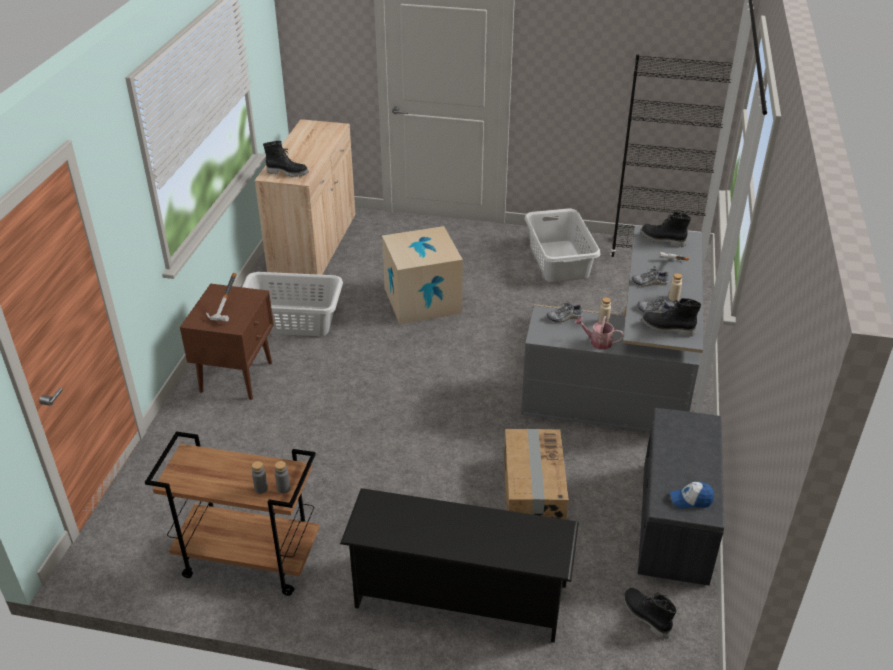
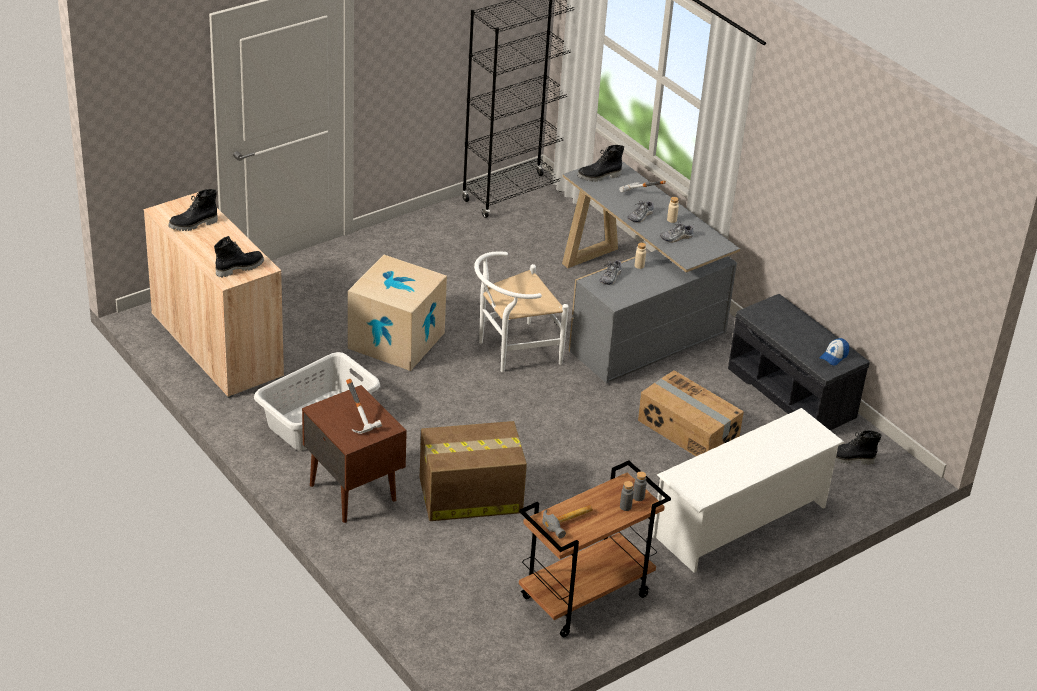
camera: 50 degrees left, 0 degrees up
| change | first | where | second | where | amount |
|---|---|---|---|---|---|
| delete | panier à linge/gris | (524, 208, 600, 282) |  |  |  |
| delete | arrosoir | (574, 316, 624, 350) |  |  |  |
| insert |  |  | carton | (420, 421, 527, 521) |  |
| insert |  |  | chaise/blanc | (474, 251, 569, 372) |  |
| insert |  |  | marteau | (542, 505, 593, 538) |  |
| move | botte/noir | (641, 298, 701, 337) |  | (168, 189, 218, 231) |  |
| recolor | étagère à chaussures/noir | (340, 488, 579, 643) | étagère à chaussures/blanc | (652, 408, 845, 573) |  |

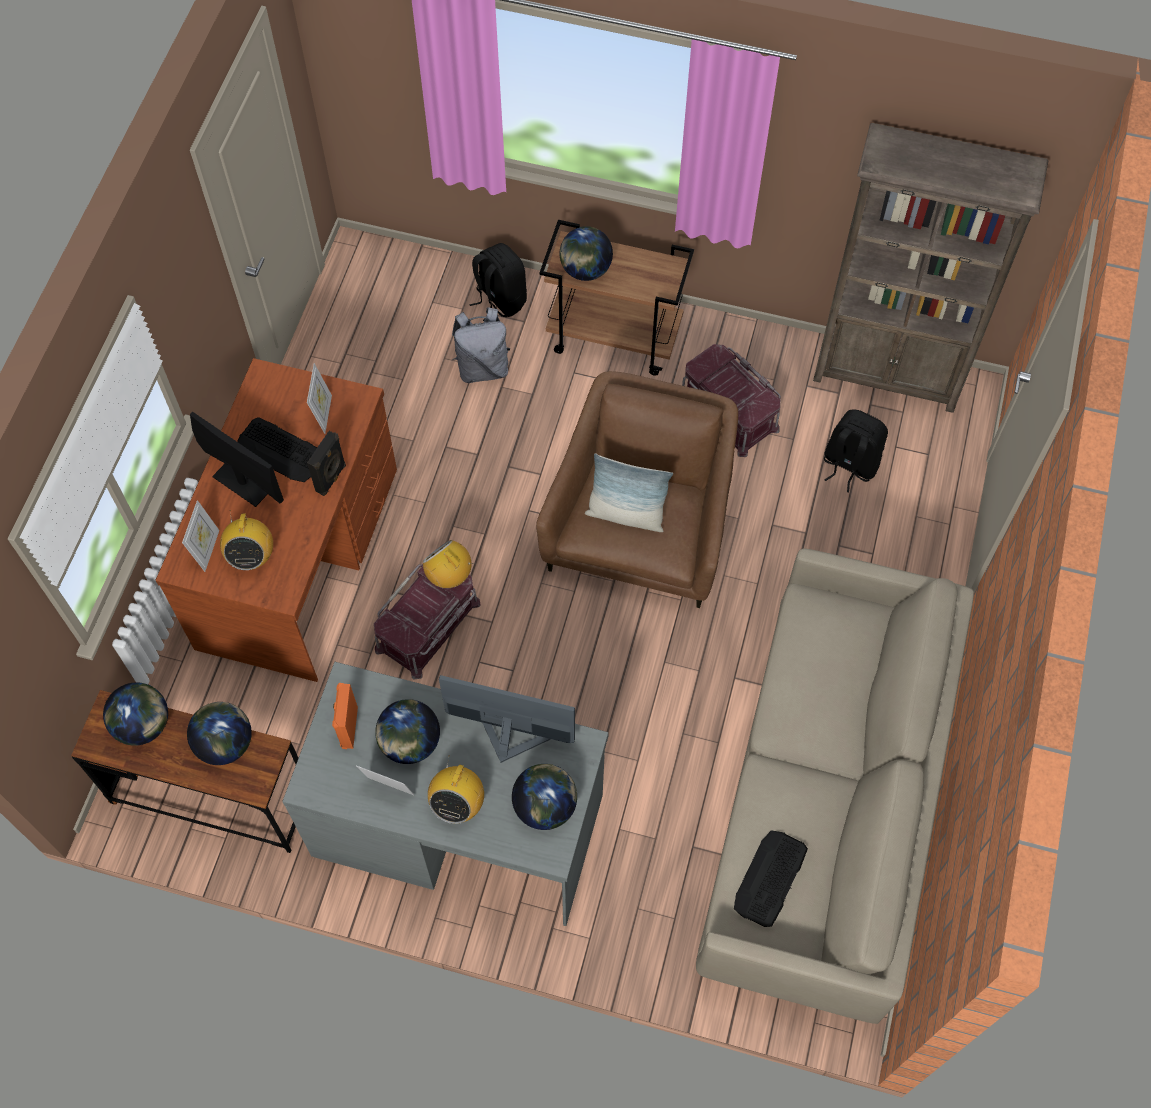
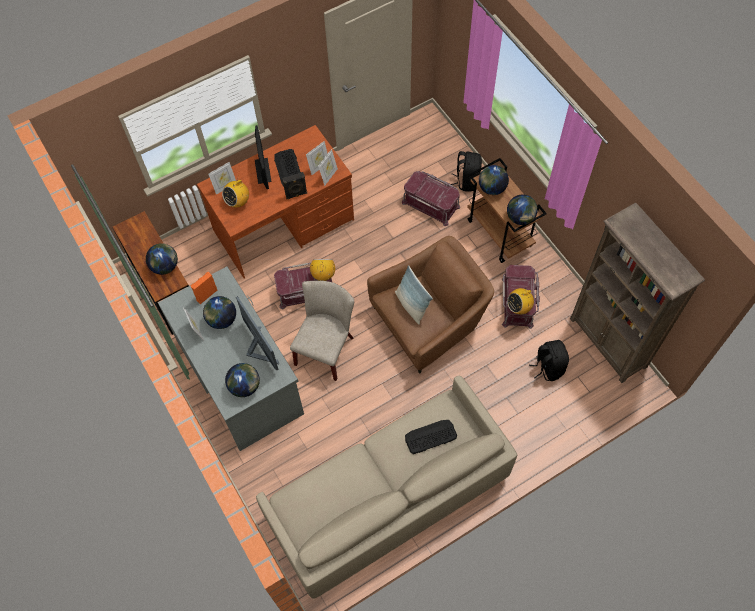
camera: 45 degrees right, 0 degrees up
| change | first | where | second | where | amount |
|---|---|---|---|---|---|
| insert |  |  | chaise/beige | (290, 281, 354, 381) |  |
| insert |  |  | cadre photo | (318, 149, 338, 186) |  |
| move | globe | (103, 682, 168, 746) |  | (507, 194, 538, 225) |  |
| move | radio | (428, 758, 484, 824) |  | (507, 286, 534, 314) |  |
| move | clavier | (734, 830, 808, 927) |  | (405, 420, 457, 454) |  |
| replace | sac à dos/gris | (452, 307, 510, 383) | boîte de rangement/rouge | (402, 171, 460, 226) |  |

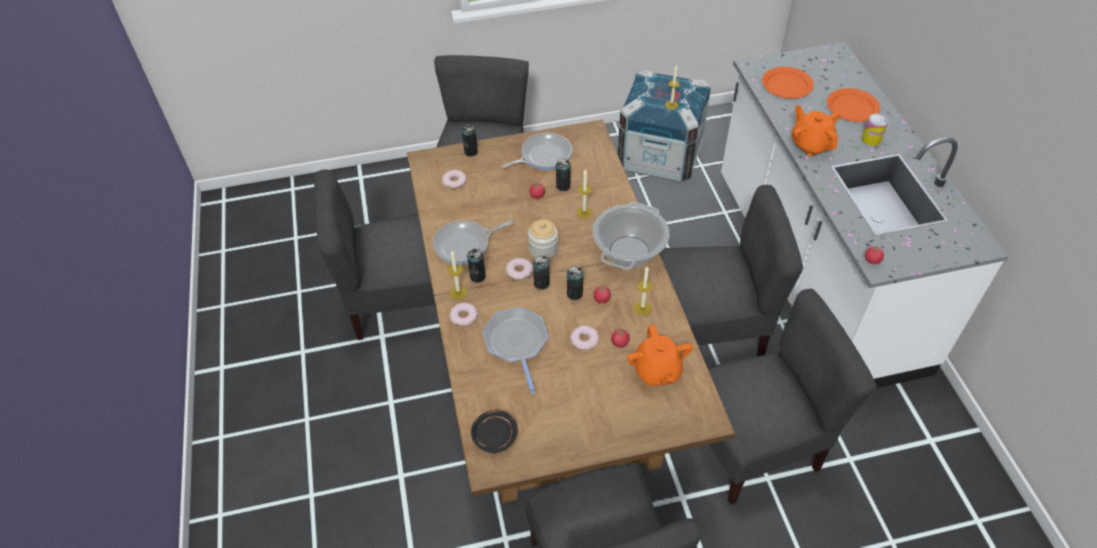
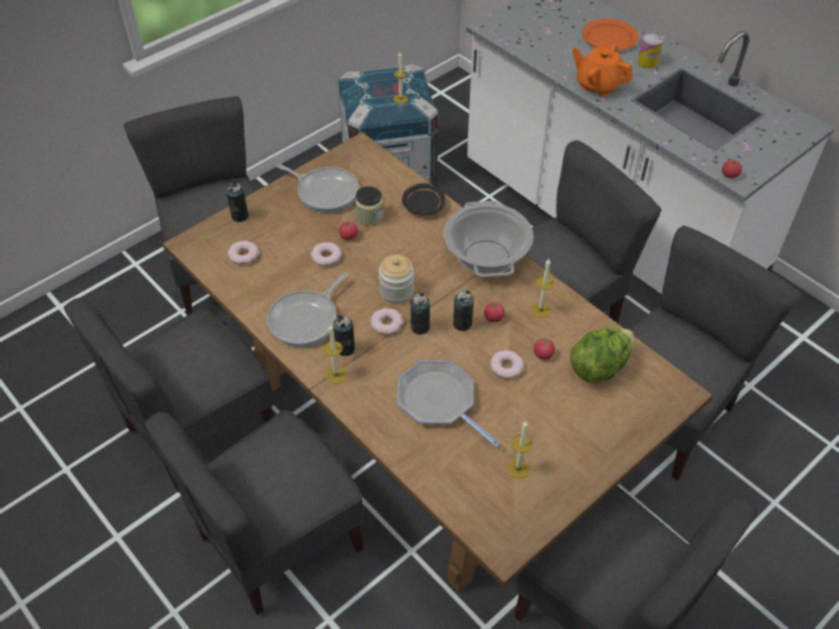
camera: 30 degrees left, 0 degrees up
| change | first | where | second | where | amount |
|---|---|---|---|---|---|
| delete | assiette/orange | (762, 67, 814, 99) |  |  |  |
| insert |  |  | chaise/gris | (144, 410, 364, 616) |  |
| move | beignet | (449, 303, 478, 326) |  | (310, 242, 342, 266) |  |
| move | assiette/noir | (471, 410, 518, 453) |  | (402, 183, 446, 215) |  |
| move | bougie | (576, 169, 592, 219) |  | (507, 421, 532, 479) |  |
| replace | boîte métallique | (556, 158, 571, 191) | bocal | (355, 186, 384, 226) |  |
| replace | théière/orange | (627, 325, 693, 386) | laitue | (570, 328, 634, 383) |  |
| rotate | poêle | (501, 133, 572, 170) |  | (276, 164, 359, 213) | 90 degrees clockwise |

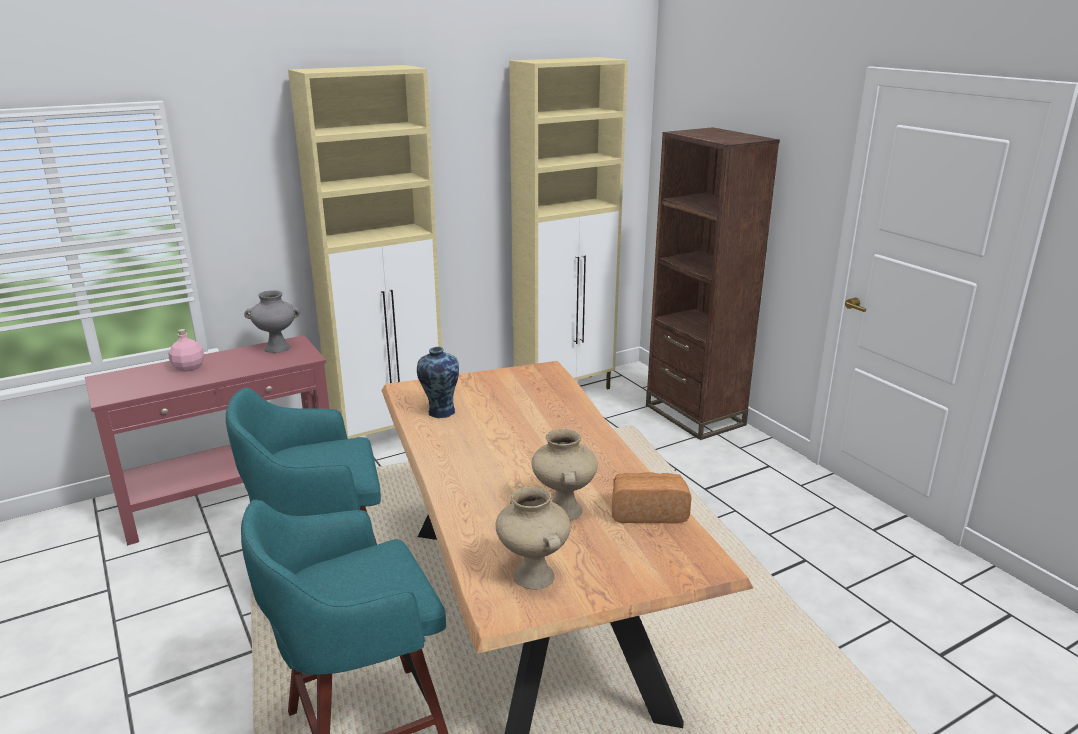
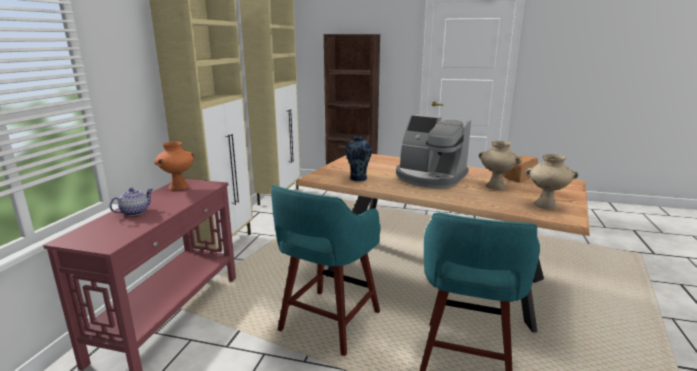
camera: 45 degrees left, 5 degrees down
| change | first | where | second | where | amount |
|---|---|---|---|---|---|
| insert |  |  | machine à café | (396, 114, 471, 188) |  |
| replace | bouteille/rose | (168, 329, 204, 372) | théière | (109, 188, 153, 216) |  |
| recolor | vase/gris | (244, 290, 300, 353) | vase/orange | (154, 142, 194, 190) |  |

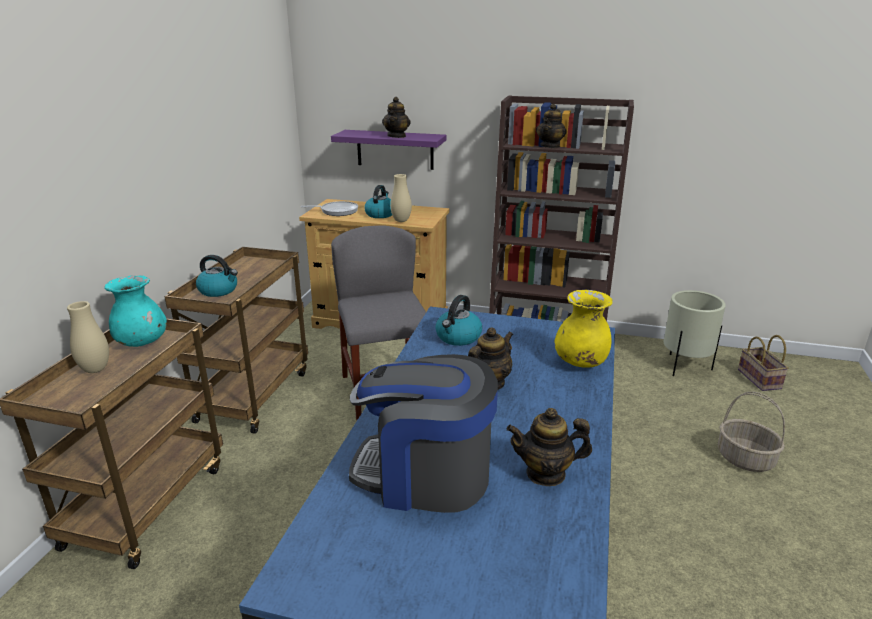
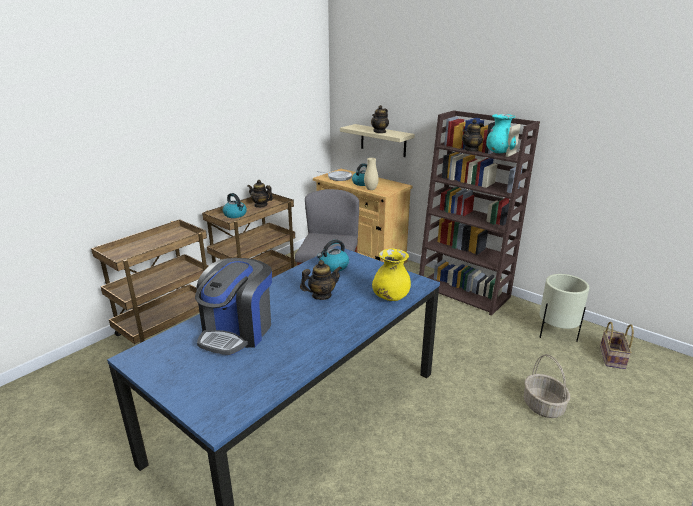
camera: 25 degrees right, 0 degrees up
| change | first | where | second | where | amount |
|---|---|---|---|---|---|
| delete | vase/beige | (67, 301, 109, 373) |  |  |  |
| move | vase/turquoise | (105, 275, 167, 347) |  | (486, 114, 516, 153) |  |
| move | théière | (507, 408, 592, 486) |  | (247, 180, 273, 208) |  |
| recolor | étagère/violet | (331, 130, 446, 170) | étagère/beige | (340, 124, 415, 157) |  |
| rotate | machine à café | (349, 354, 498, 513) |  | (195, 258, 272, 355) | 105 degrees counterclockwise |

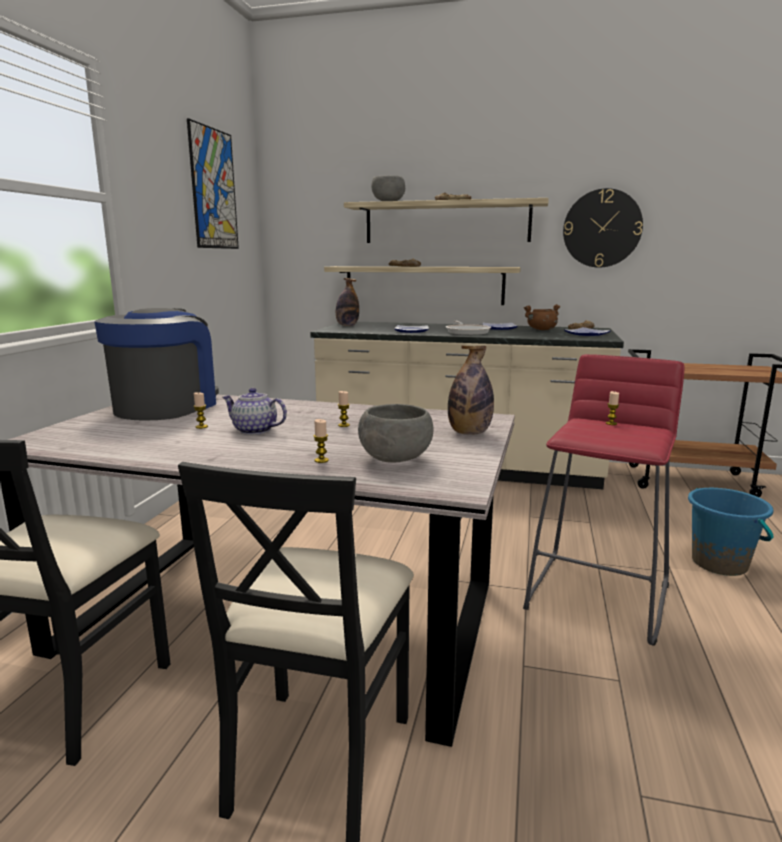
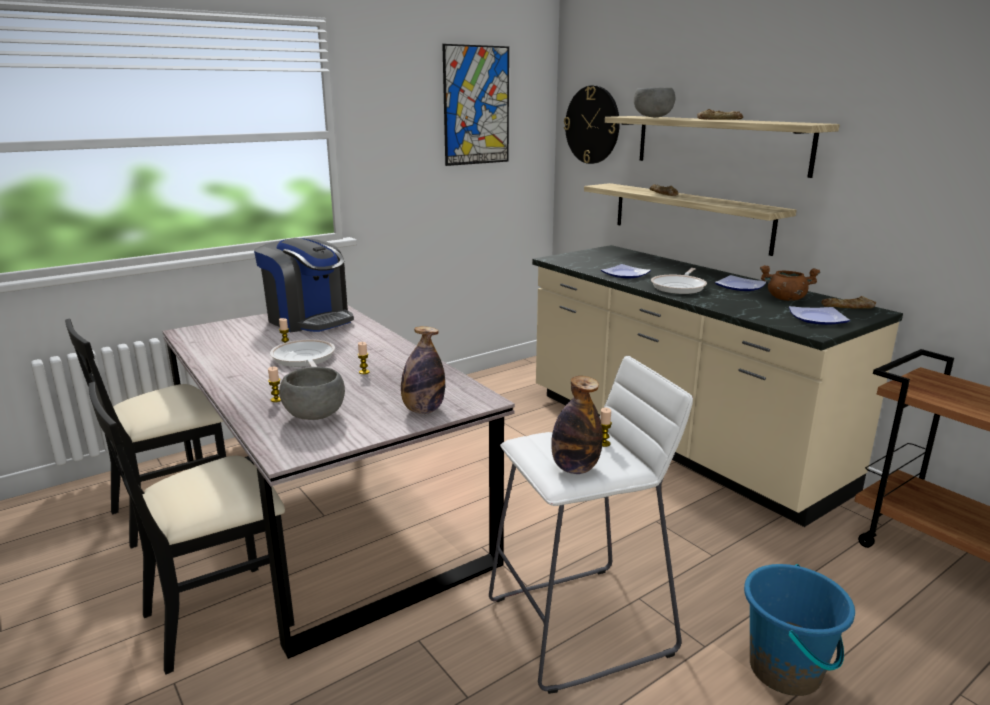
camera: 40 degrees right, 5 degrees up
| change | first | where | second | where | amount |
|---|---|---|---|---|---|
| move | bouteille | (336, 278, 359, 326) |  | (551, 376, 603, 474) |  |
| move | horloge murale | (563, 188, 643, 267) |  | (564, 85, 620, 164) |  |
| replace | théière | (222, 388, 287, 435) | poêle | (270, 339, 335, 367) |  |
| recolor | tabouret/rouge | (523, 354, 684, 646) | tabouret/blanc | (489, 356, 693, 694) |  |
| rotate | machine à café | (94, 308, 219, 421) |  | (254, 238, 354, 332) | 75 degrees clockwise |

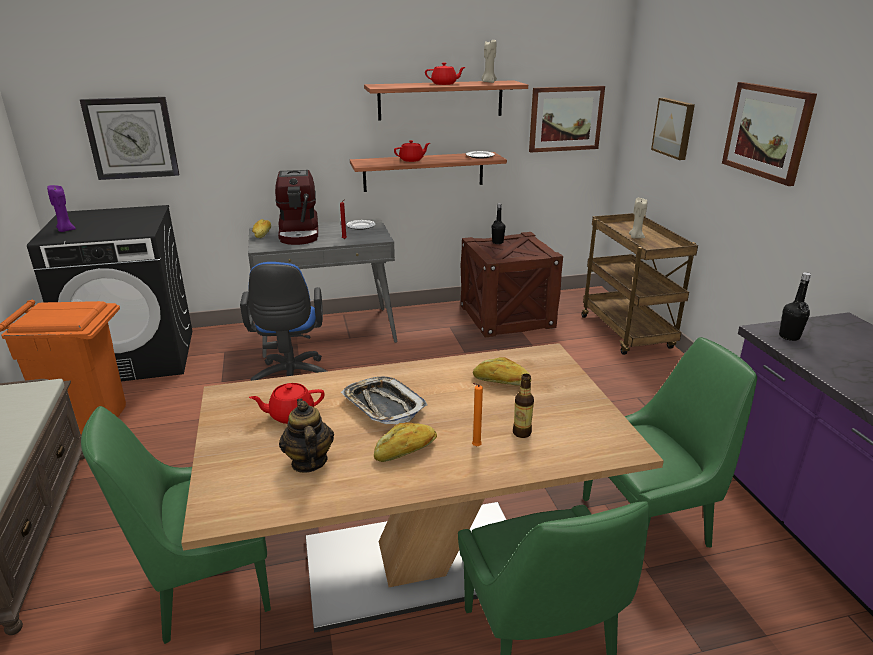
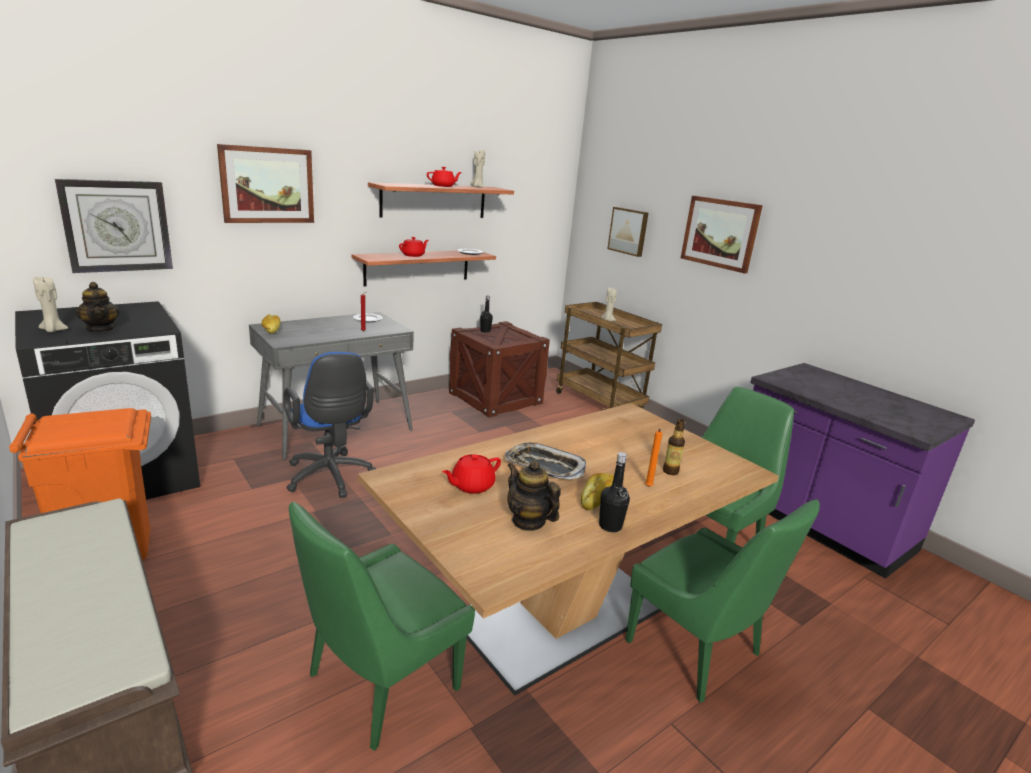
camera: 25 degrees left, 5 degrees down
| change | first | where | second | where | amount |
|---|---|---|---|---|---|
| delete | machine à café | (275, 170, 318, 245) |  |  |  |
| delete | pain | (473, 357, 531, 386) |  |  |  |
| insert |  |  | théière | (76, 282, 120, 332) |  |
| move | tableau | (529, 86, 605, 152) |  | (217, 144, 314, 223) |  |
| move | bouteille/noir | (779, 272, 811, 341) |  | (599, 452, 630, 532) |  |
| recolor | bougie/violet | (47, 185, 76, 232) | bougie/beige | (33, 277, 68, 332) |  |

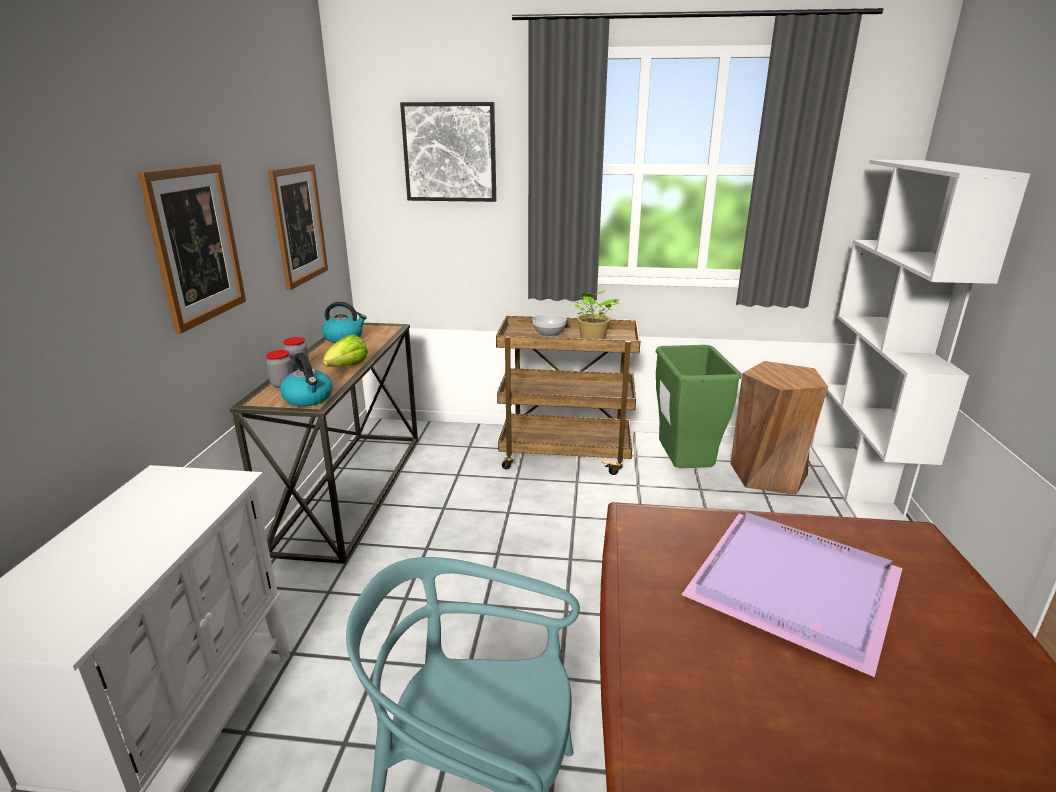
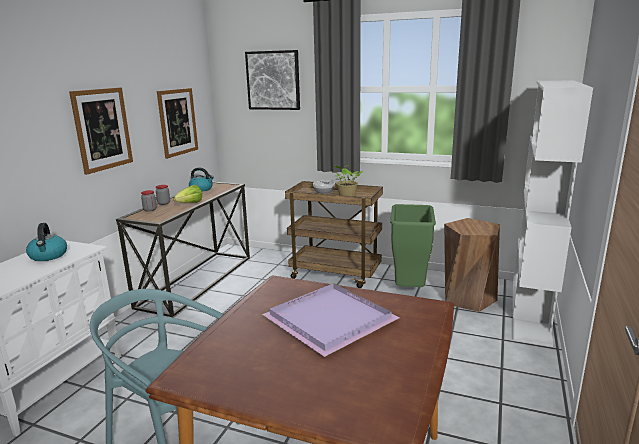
camera: 15 degrees right, 5 degrees down
| change | first | where | second | where | amount |
|---|---|---|---|---|---|
| move | bouilloire | (280, 353, 333, 406) |  | (26, 223, 67, 261) |  |

